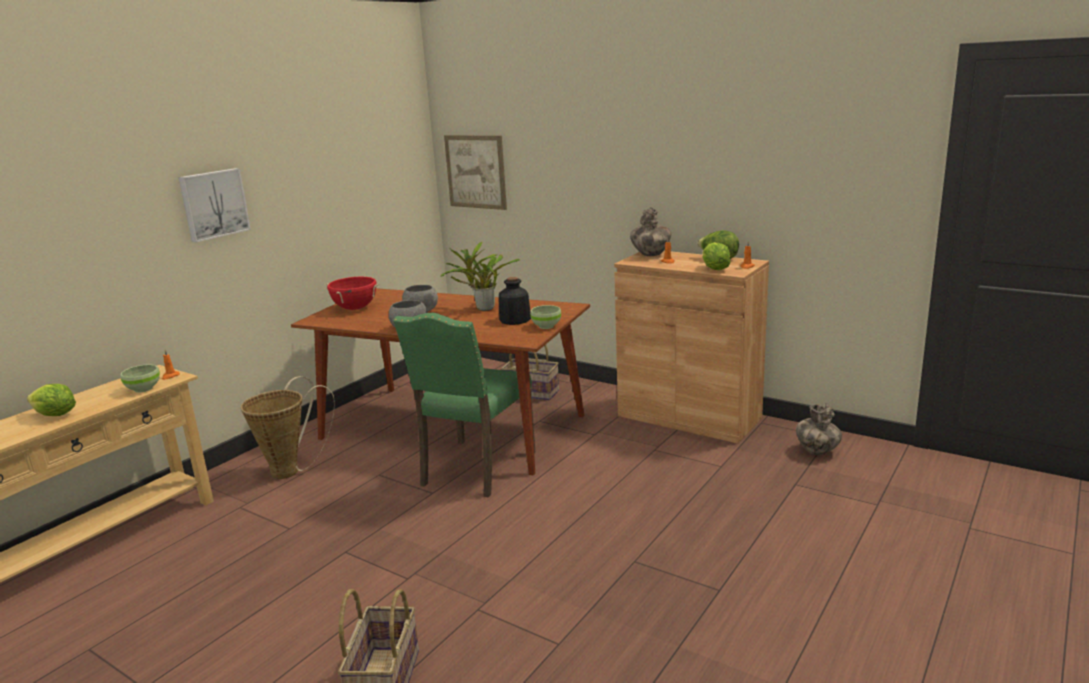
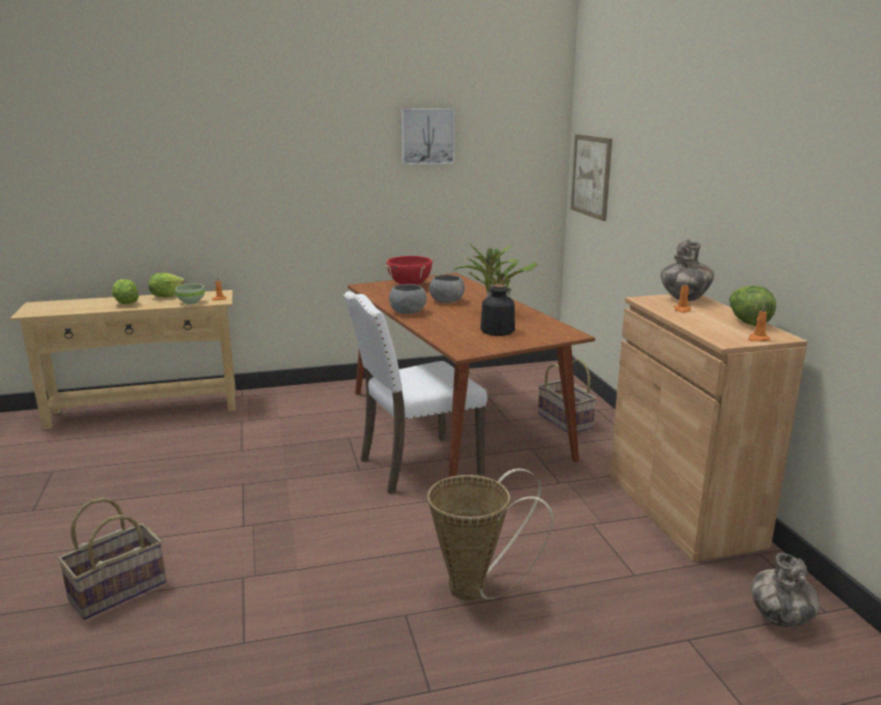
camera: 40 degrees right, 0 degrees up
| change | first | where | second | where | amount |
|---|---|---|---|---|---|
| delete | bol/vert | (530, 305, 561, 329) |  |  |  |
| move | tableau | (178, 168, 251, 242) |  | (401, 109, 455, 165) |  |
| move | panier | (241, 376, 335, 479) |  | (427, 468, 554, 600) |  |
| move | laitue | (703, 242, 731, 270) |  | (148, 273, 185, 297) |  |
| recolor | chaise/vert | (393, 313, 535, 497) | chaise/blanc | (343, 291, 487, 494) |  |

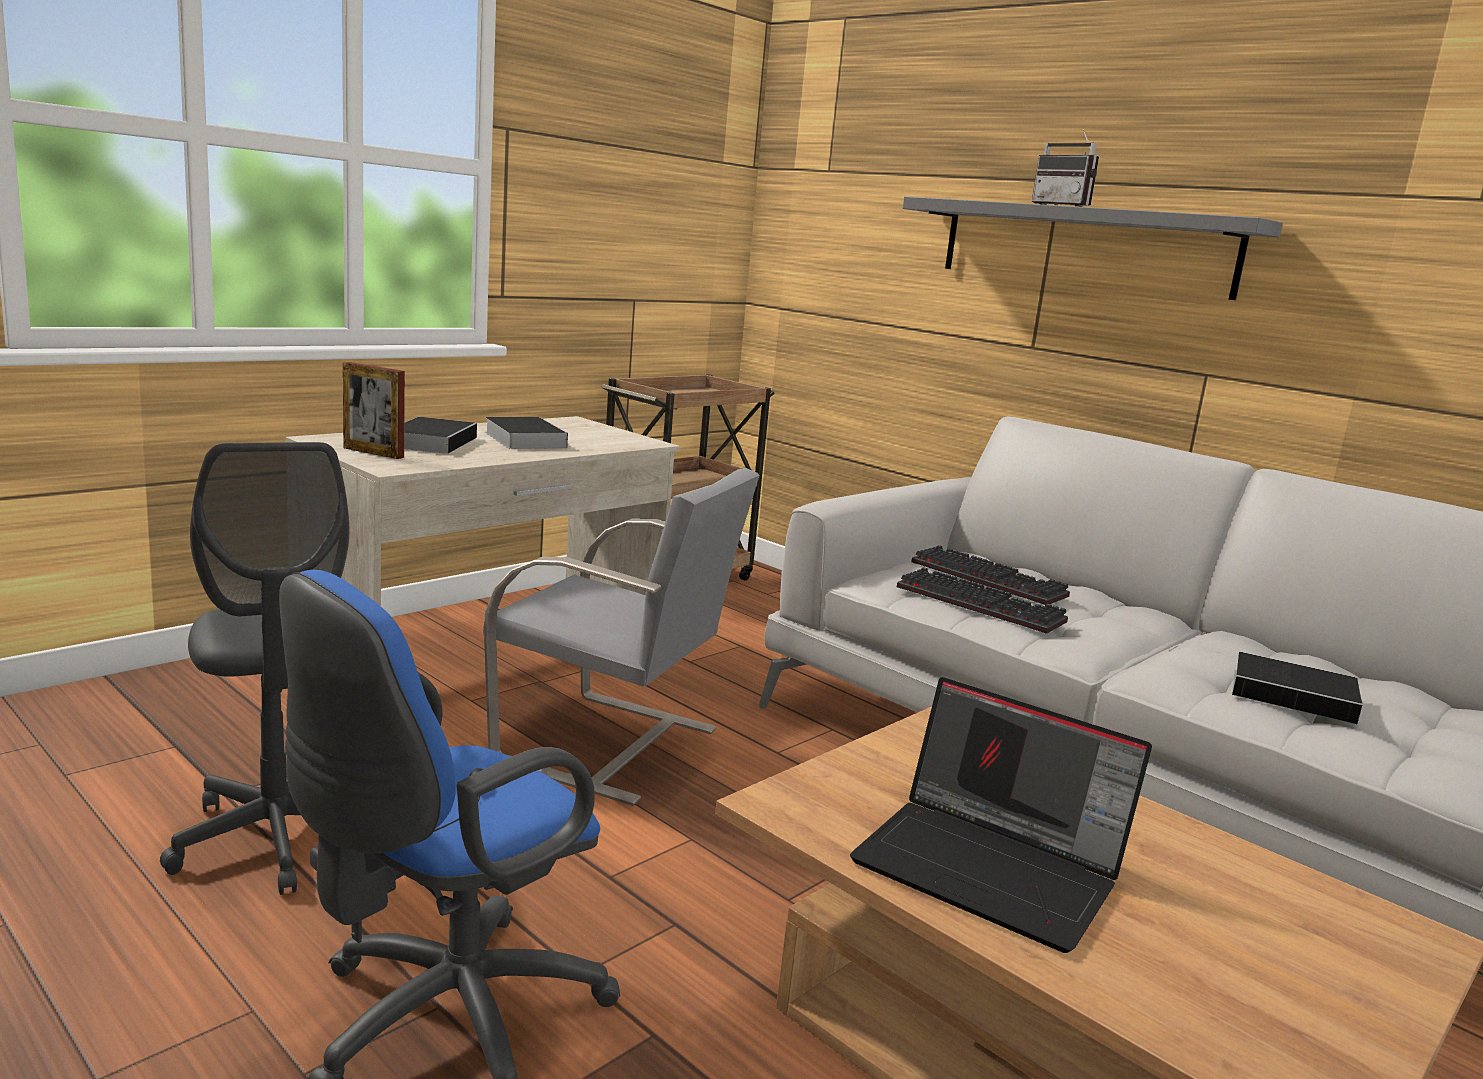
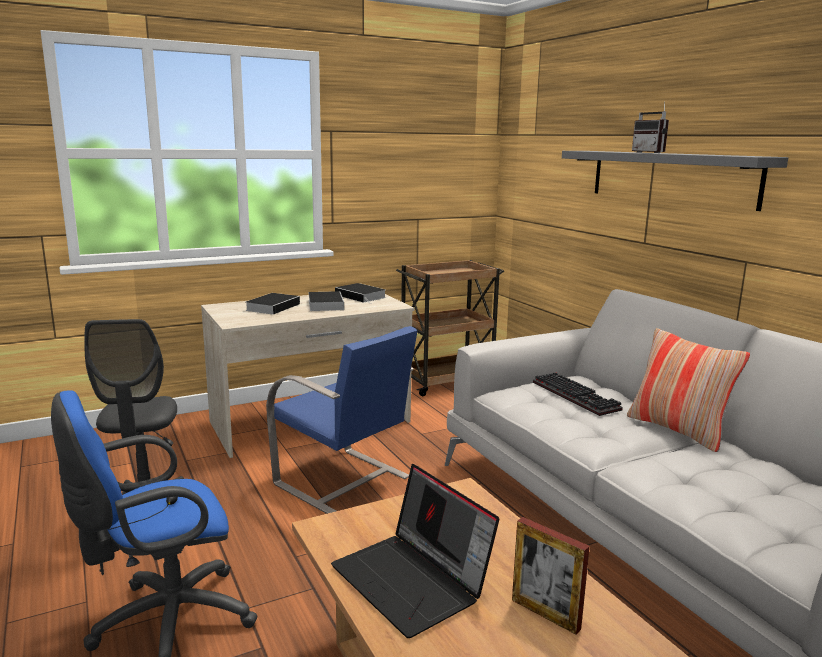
camera: 20 degrees right, 0 degrees up
| change | first | where | second | where | amount |
|---|---|---|---|---|---|
| delete | clavier | (897, 567, 1068, 634) |  |  |  |
| insert |  |  | coussin | (627, 328, 750, 452) |  |
| move | cadre photo | (343, 362, 405, 459) |  | (512, 517, 590, 635) |  |
| move | livre | (1232, 652, 1382, 728) |  | (335, 283, 386, 303) |  |
| recolor | chaise/gris | (483, 468, 760, 806) | chaise/bleu | (266, 326, 418, 514) |  |

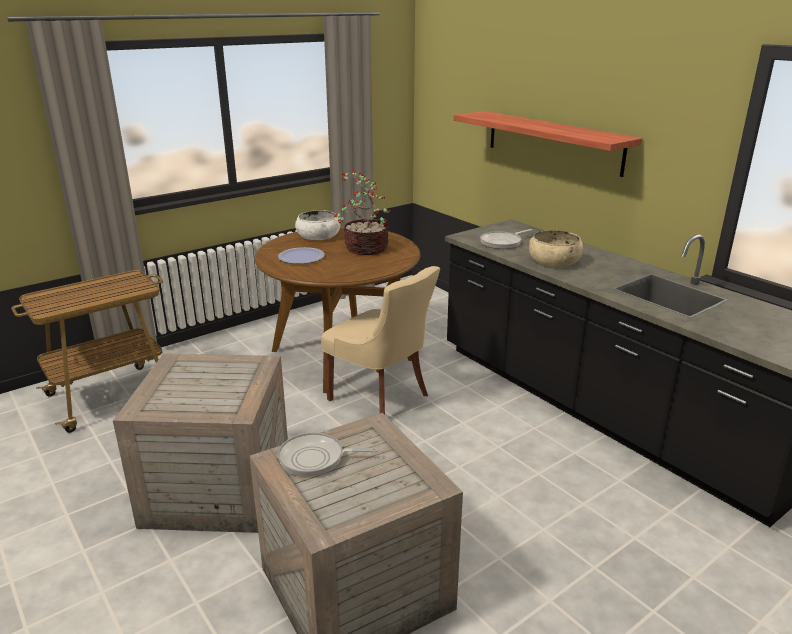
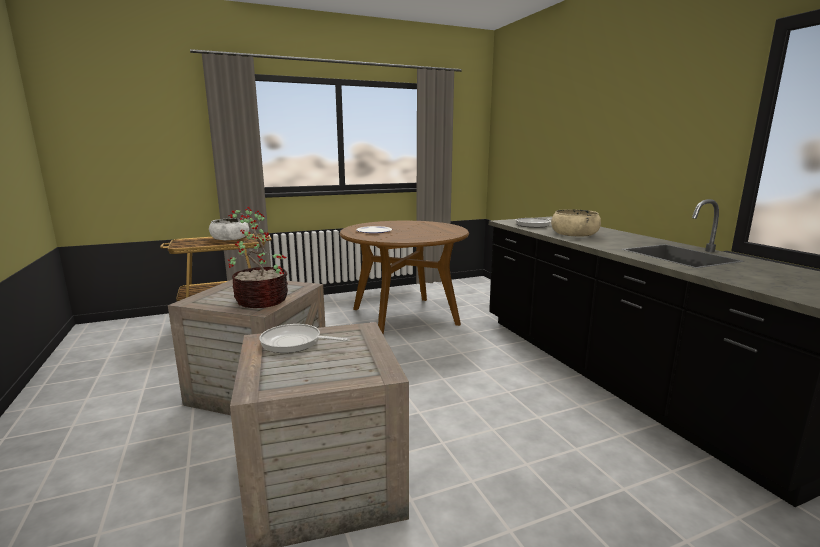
camera: 15 degrees right, 10 degrees down
| change | first | where | second | where | amount |
|---|---|---|---|---|---|
| delete | chaise/beige | (321, 266, 440, 415) |  |  |  |
| delete | étagère | (454, 111, 643, 177) |  |  |  |
| move | bol/blanc | (295, 210, 340, 241) |  | (209, 218, 249, 240) |  |
| move | plante en pot | (334, 170, 390, 255) |  | (228, 207, 288, 308) |  |

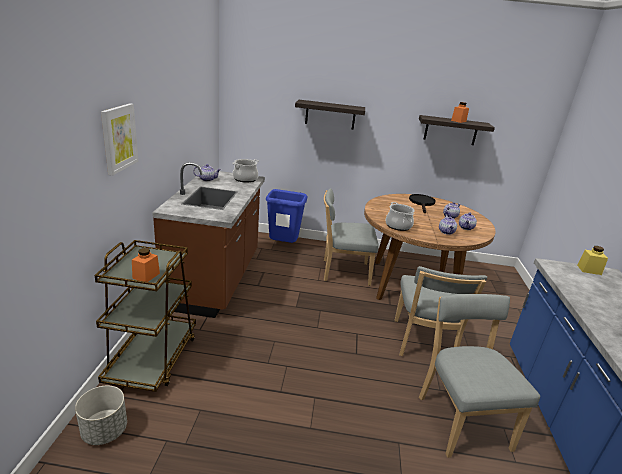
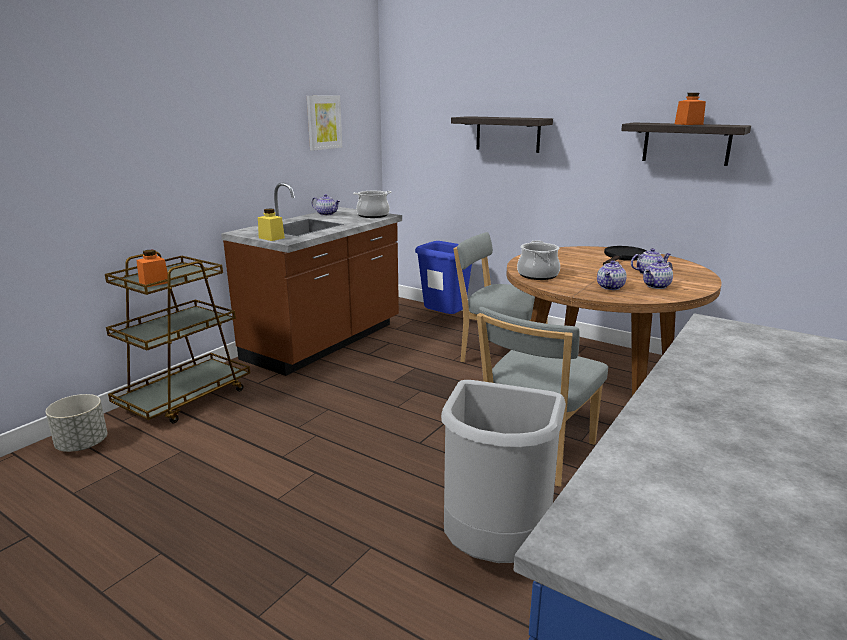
camera: 30 degrees right, 5 degrees down
| change | first | where | second | where | amount |
|---|---|---|---|---|---|
| move | tableau | (101, 103, 138, 176) |  | (307, 96, 342, 151) |  |
| move | bocal/jaune | (577, 246, 608, 275) |  | (258, 209, 285, 241) |  |
| replace | chaise/gris | (419, 294, 540, 458) | poubelle/gris | (441, 380, 566, 563) |  |

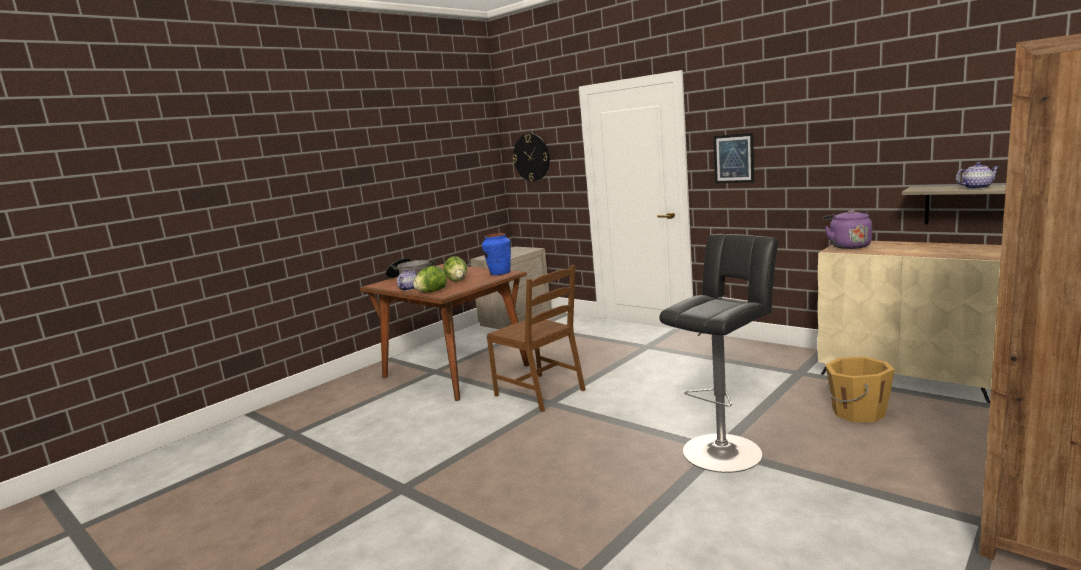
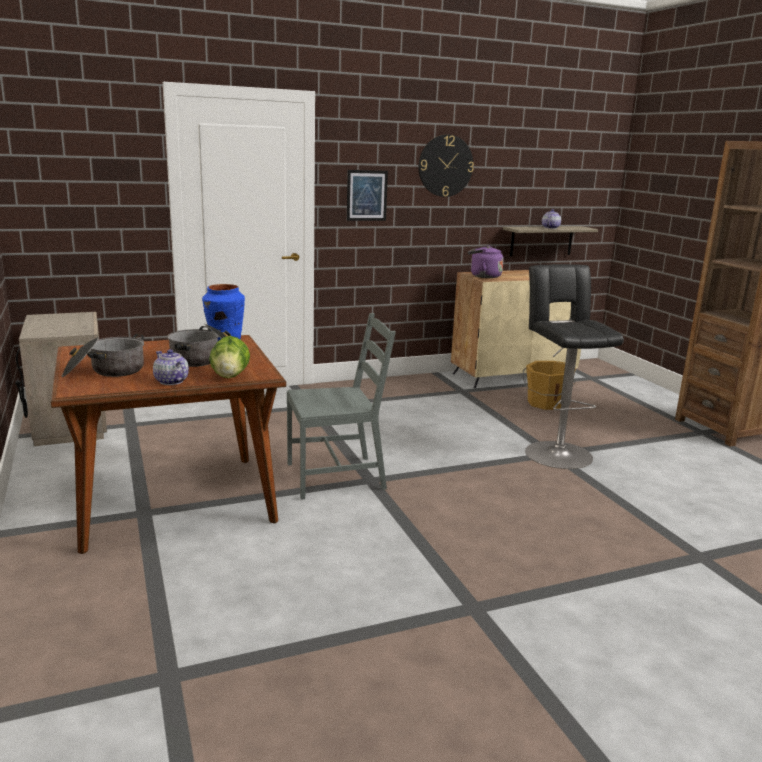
camera: 65 degrees left, 5 degrees up
| change | first | where | second | where | amount |
|---|---|---|---|---|---|
| move | horloge murale | (513, 133, 550, 181) |  | (418, 135, 474, 197) |  |
| replace | laitue | (443, 256, 467, 282) | marmite | (167, 323, 231, 367) |  |
| recolor | chaise/marron | (487, 265, 586, 412) | chaise/gris | (287, 313, 396, 500) |  |

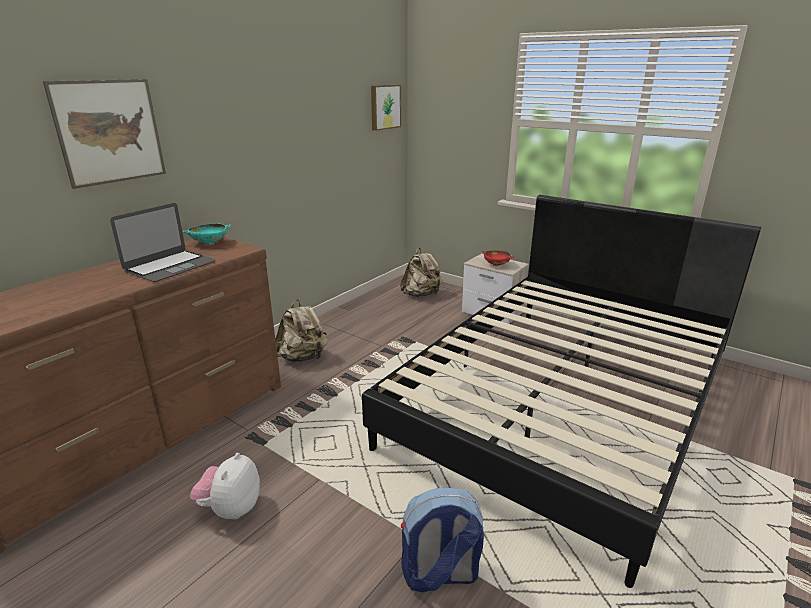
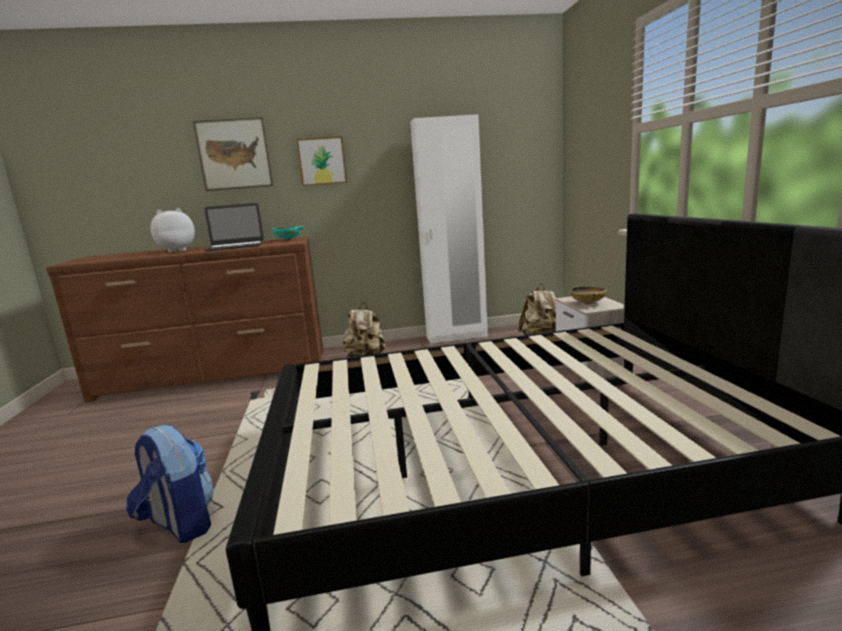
camera: 45 degrees right, 10 degrees down
| change | first | where | second | where | amount |
|---|---|---|---|---|---|
| insert |  |  | armoire/blanc | (410, 114, 488, 344) |  |
| move | peluche | (190, 453, 260, 520) |  | (150, 208, 195, 253) |  |
| move | tableau | (371, 84, 401, 131) |  | (296, 136, 347, 186) |  |
| recolor | bol/rouge | (482, 250, 514, 266) | bol/beige | (570, 286, 606, 305) |  |

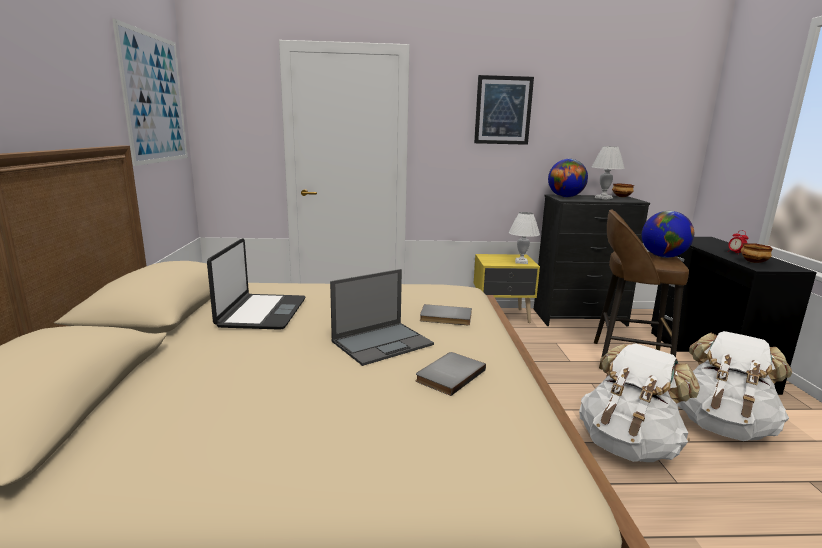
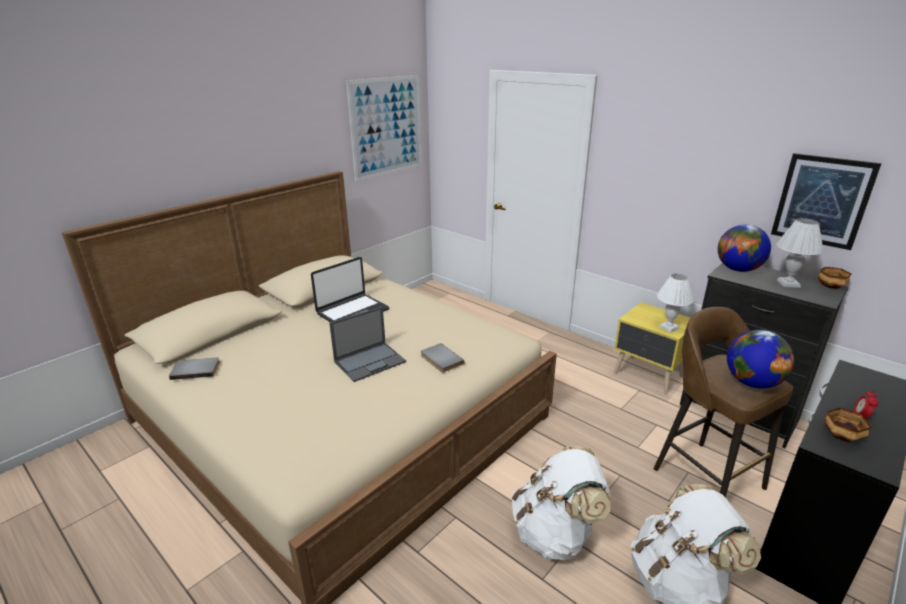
camera: 45 degrees right, 10 degrees up
| change | first | where | second | where | amount |
|---|---|---|---|---|---|
| move | livre/gris | (416, 352, 486, 396) |  | (169, 358, 220, 380) |  |
| move | tableau | (474, 75, 534, 145) |  | (771, 153, 882, 250) |  |
| rotate | ordinateur portable | (330, 269, 434, 366) |  | (329, 306, 406, 382) | 45 degrees counterclockwise |

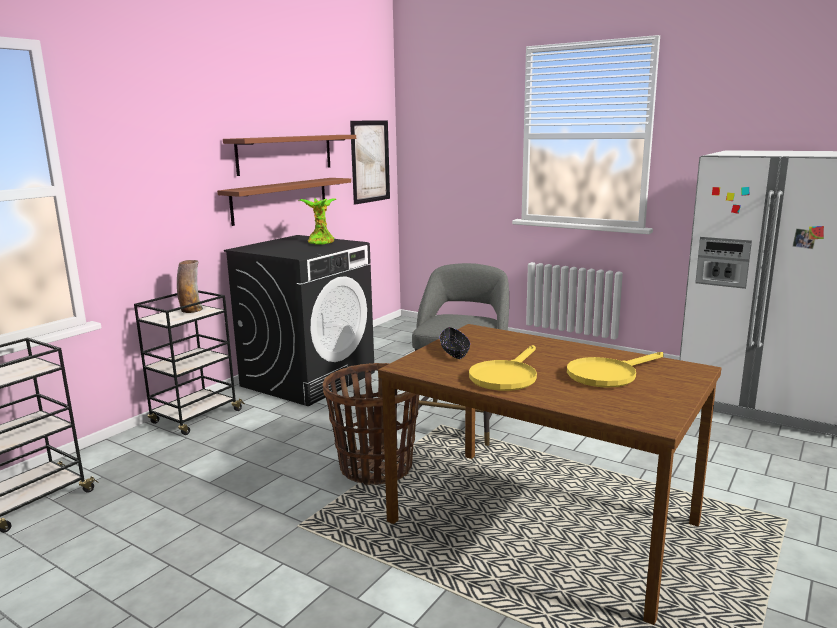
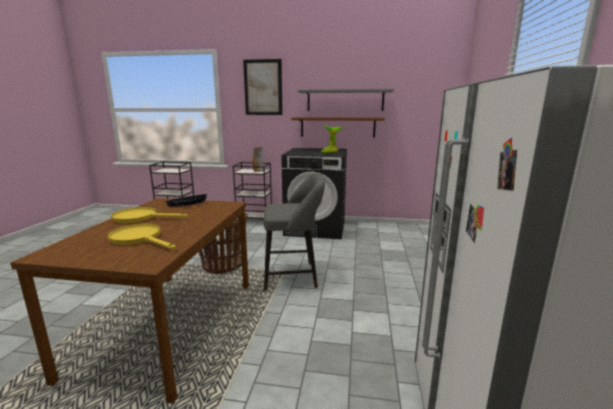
camera: 65 degrees right, 0 degrees up
| change | first | where | second | where | amount |
|---|---|---|---|---|---|
| move | tableau | (350, 120, 390, 205) |  | (243, 59, 283, 115) |  |
| recolor | étagère/marron | (223, 135, 356, 176) | étagère/gris | (298, 89, 394, 111) |  |

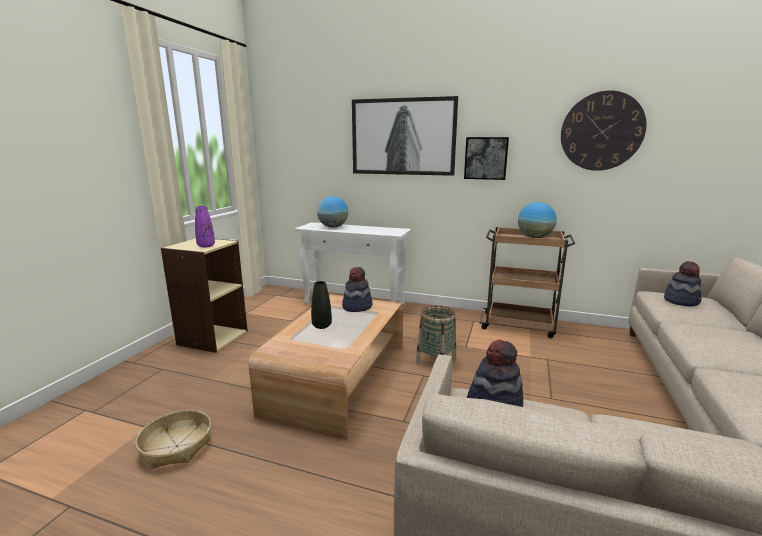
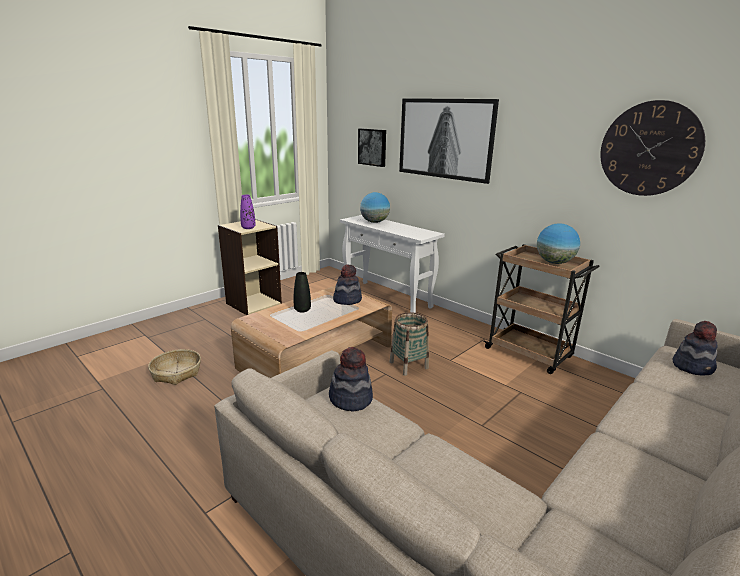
camera: 25 degrees right, 5 degrees up
| change | first | where | second | where | amount |
|---|---|---|---|---|---|
| move | tableau | (464, 137, 509, 180) |  | (358, 129, 386, 167) |  |

